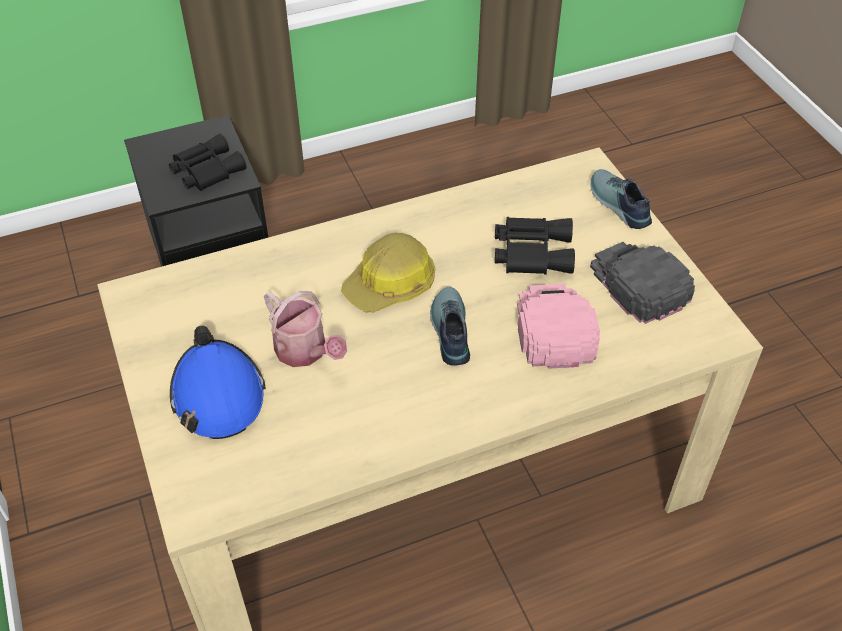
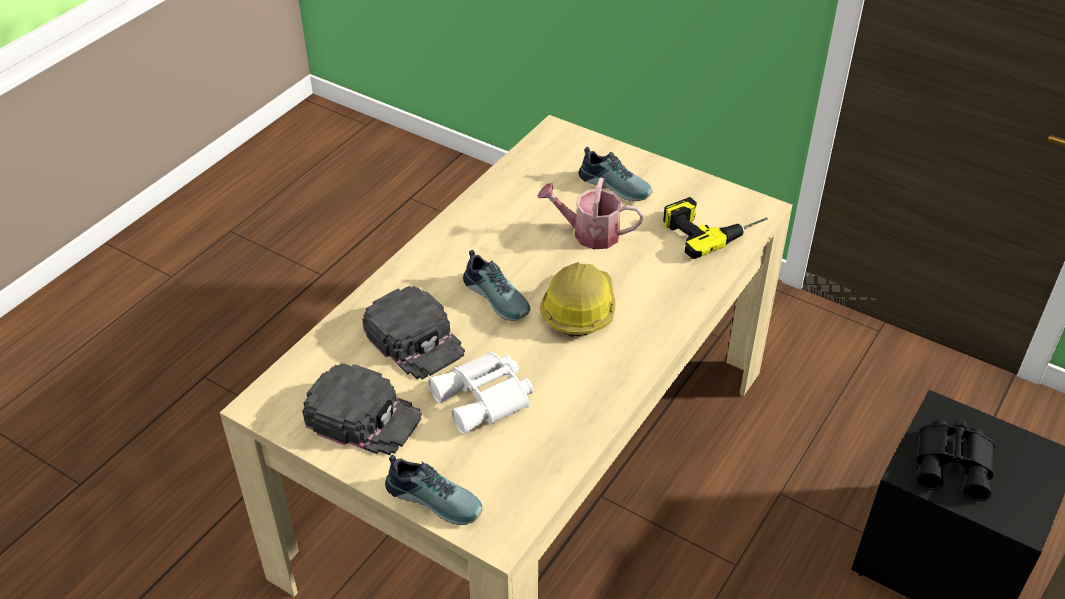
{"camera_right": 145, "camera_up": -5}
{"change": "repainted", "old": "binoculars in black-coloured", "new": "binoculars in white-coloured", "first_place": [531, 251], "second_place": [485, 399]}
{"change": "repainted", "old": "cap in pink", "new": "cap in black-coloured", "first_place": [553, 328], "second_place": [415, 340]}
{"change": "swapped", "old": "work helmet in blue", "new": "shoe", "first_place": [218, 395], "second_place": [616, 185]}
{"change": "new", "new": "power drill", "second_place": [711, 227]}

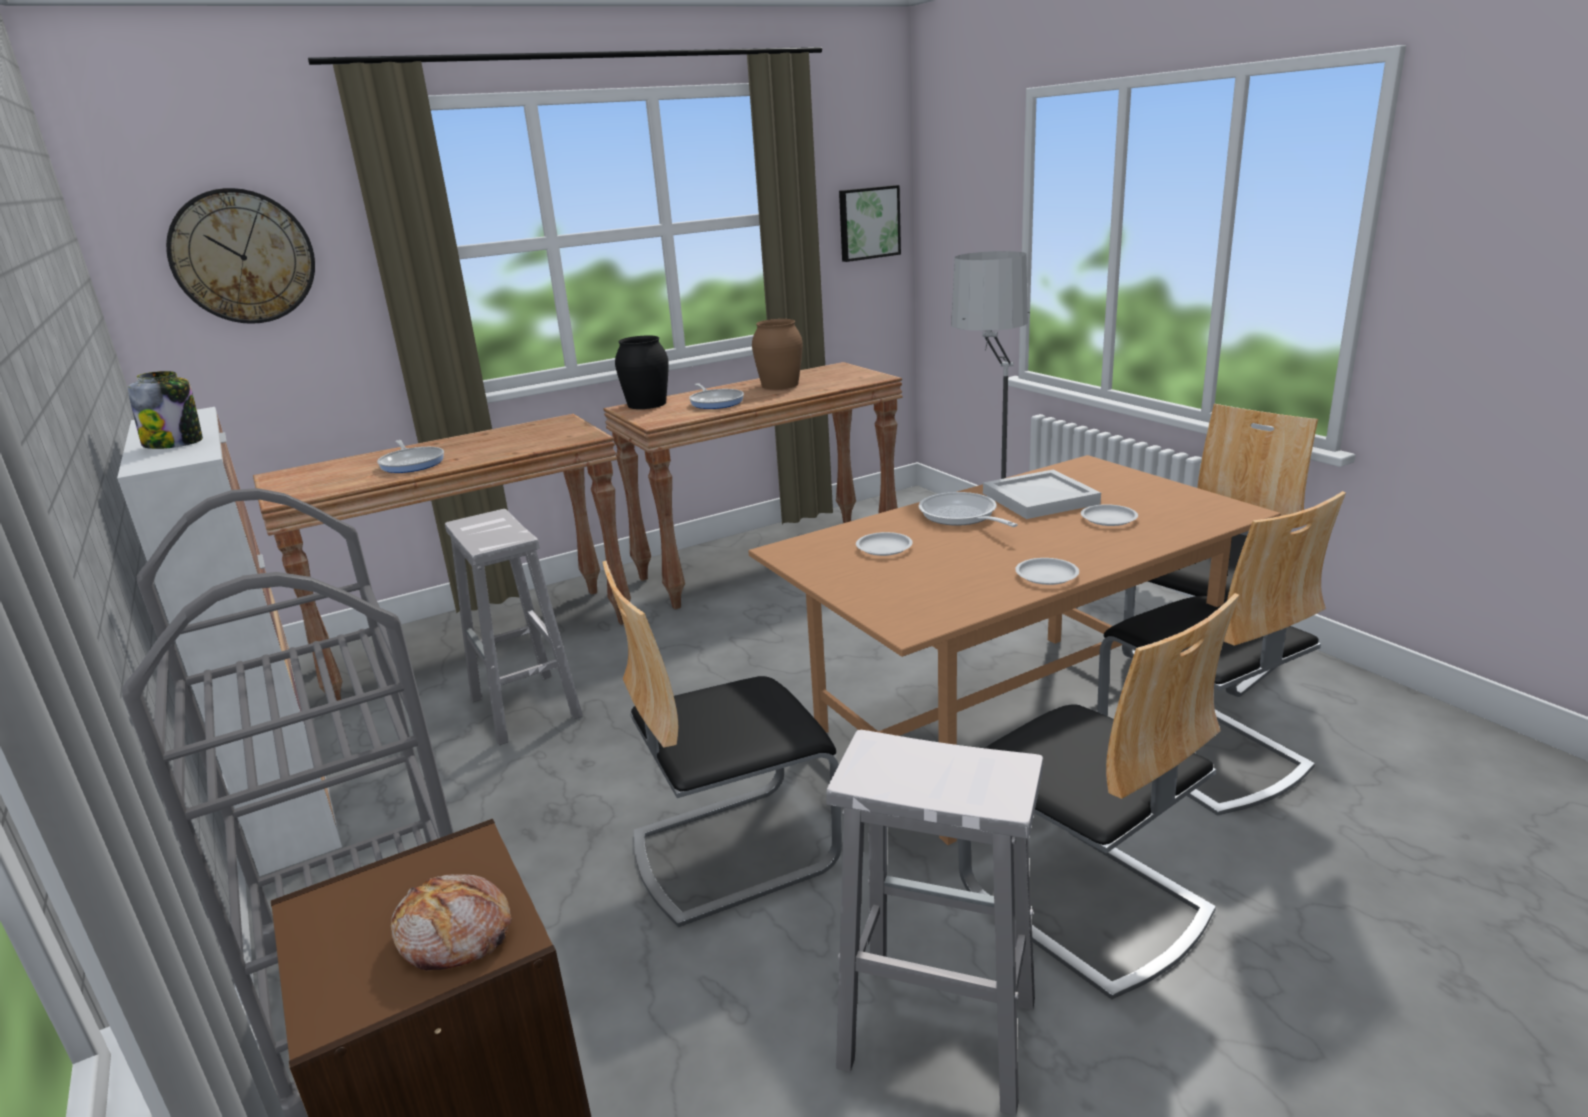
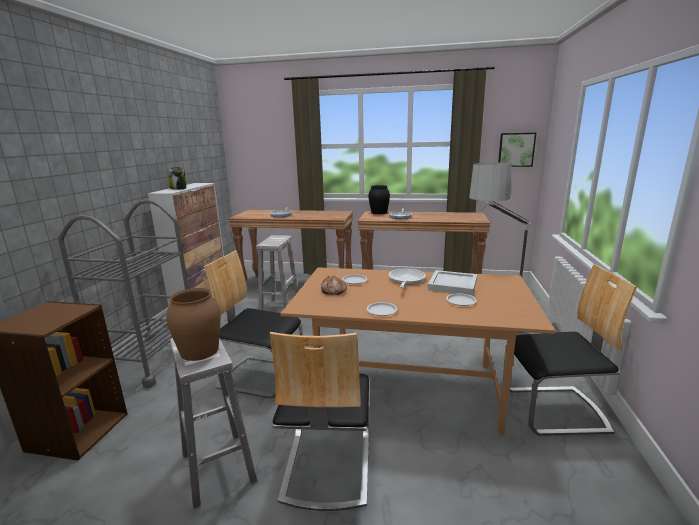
{"camera_right": 40, "camera_up": -5}
{"change": "gone", "old": "wall clock", "first_place": [242, 256]}
{"change": "shifted", "old": "decorative vase in brown", "first_place": [779, 385], "second_place": [199, 351]}
{"change": "gone", "old": "upright chair", "first_place": [1201, 753]}
{"change": "shifted", "old": "bread", "first_place": [454, 936], "second_place": [333, 291]}

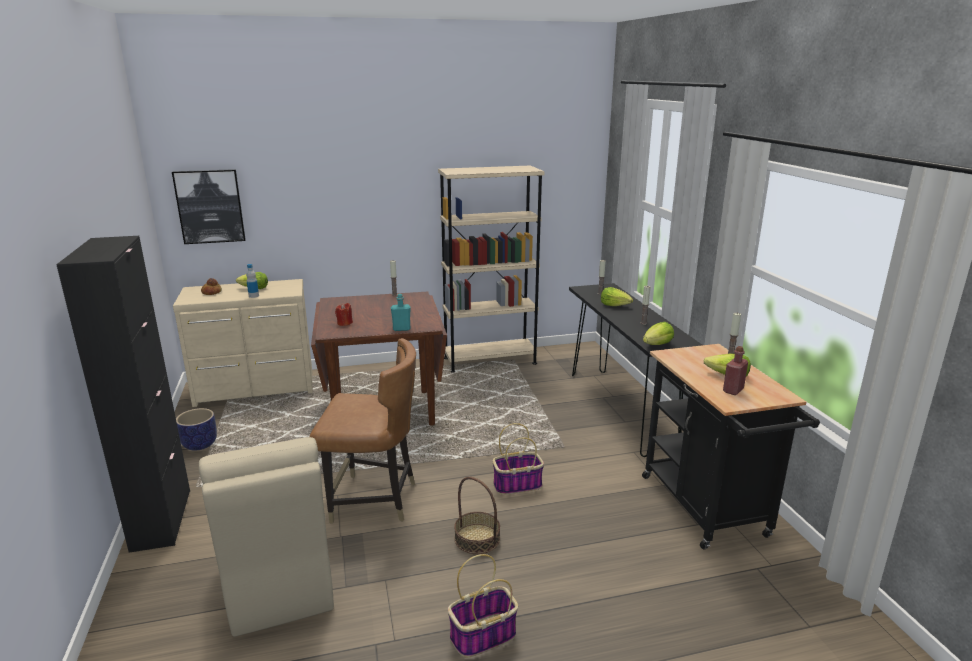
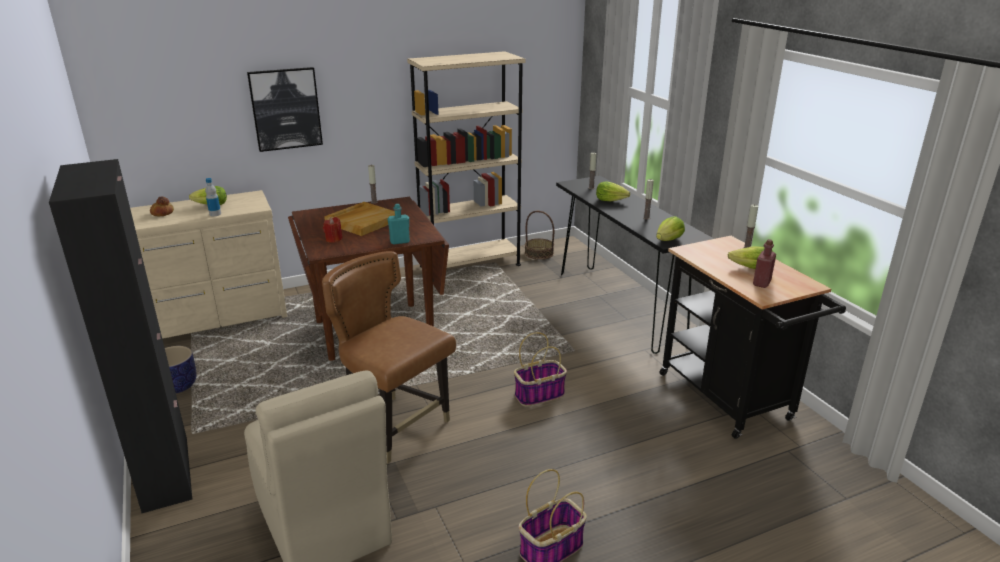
{"camera_right": -10, "camera_up": 5}
{"change": "shifted", "old": "wall picture", "first_place": [210, 206], "second_place": [285, 109]}
{"change": "rotated", "old": "upright chair in brown", "first_place": [373, 500], "second_place": [395, 426], "degrees": -135}
{"change": "shifted", "old": "basket", "first_place": [477, 538], "second_place": [539, 253]}
{"change": "new", "new": "carrying tray in beige-coloured", "second_place": [363, 221]}

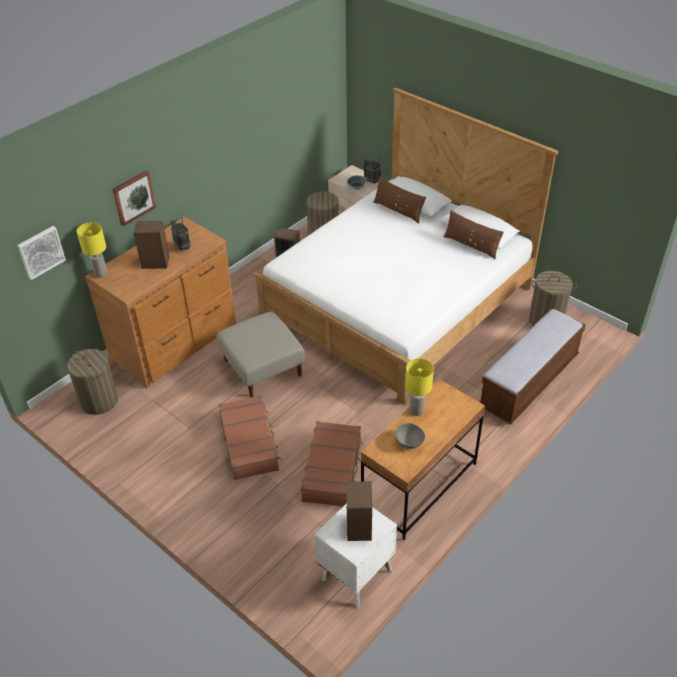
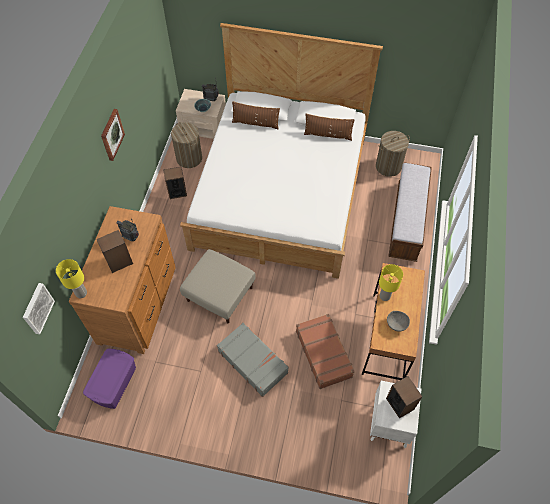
{"camera_right": -30, "camera_up": 15}
{"change": "shifted", "old": "wall picture", "first_place": [133, 197], "second_place": [111, 134]}
{"change": "swapped", "old": "hamper", "new": "storage box in purple-coloured", "first_place": [99, 401], "second_place": [113, 383]}
{"change": "repainted", "old": "suitcase in brown", "new": "suitcase in greyish", "first_place": [250, 443], "second_place": [253, 361]}

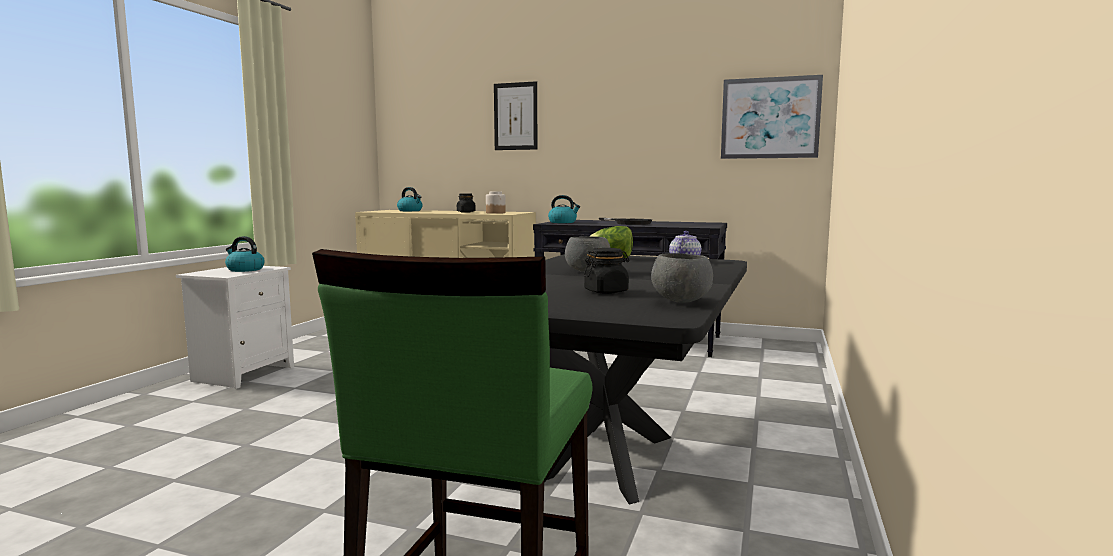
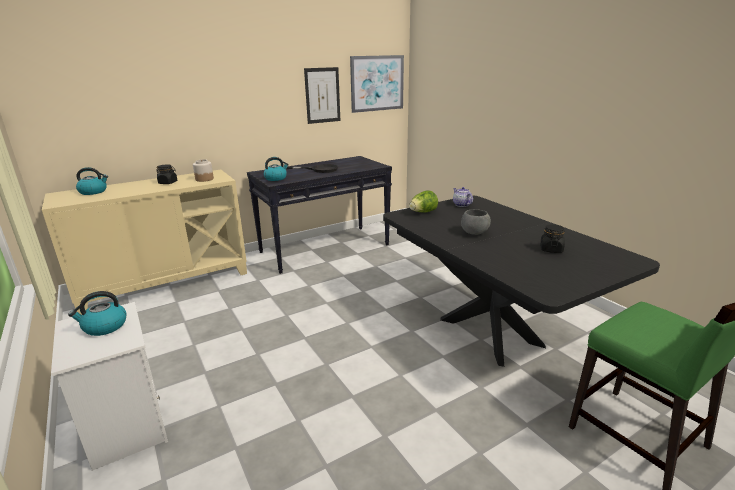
{"camera_right": -50, "camera_up": 15}
{"change": "shifted", "old": "wall picture", "first_place": [515, 116], "second_place": [322, 95]}
{"change": "gone", "old": "deep dish in greyish", "first_place": [680, 301]}

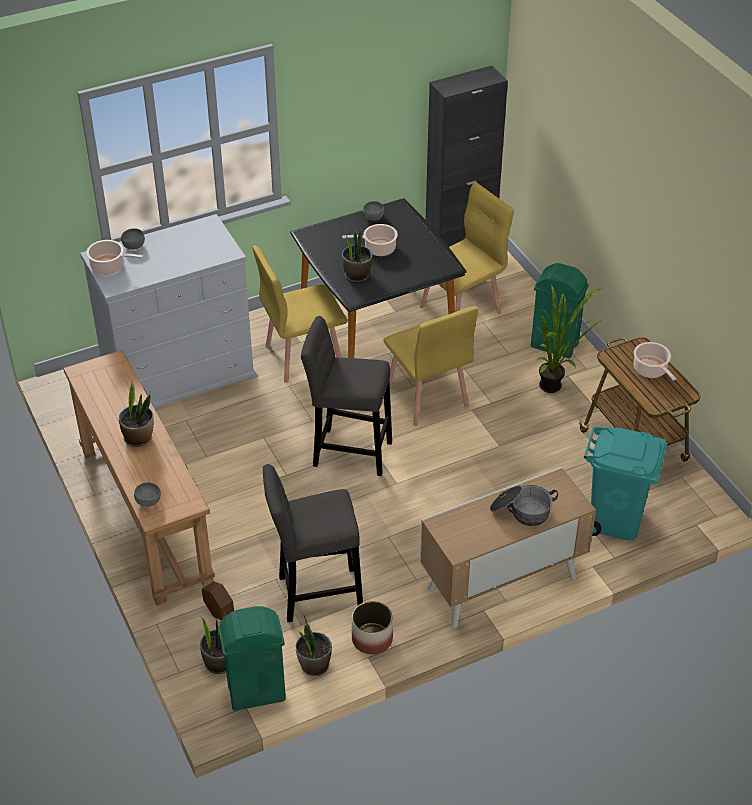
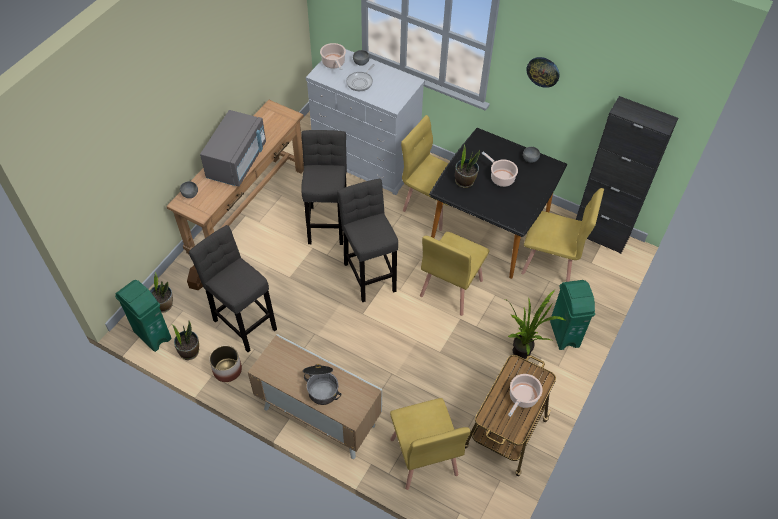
{"camera_right": 55, "camera_up": 10}
{"change": "swapped", "old": "potted plant", "new": "microwave in greyish", "first_place": [139, 438], "second_place": [237, 161]}
{"change": "swapped", "old": "trash can in blue-green", "new": "upright chair in yellowish", "first_place": [615, 521], "second_place": [423, 457]}
{"change": "new", "new": "wall clock", "second_place": [543, 71]}
{"change": "new", "new": "frying pan", "second_place": [360, 82]}
{"change": "new", "new": "stool in greyish", "second_place": [327, 222]}

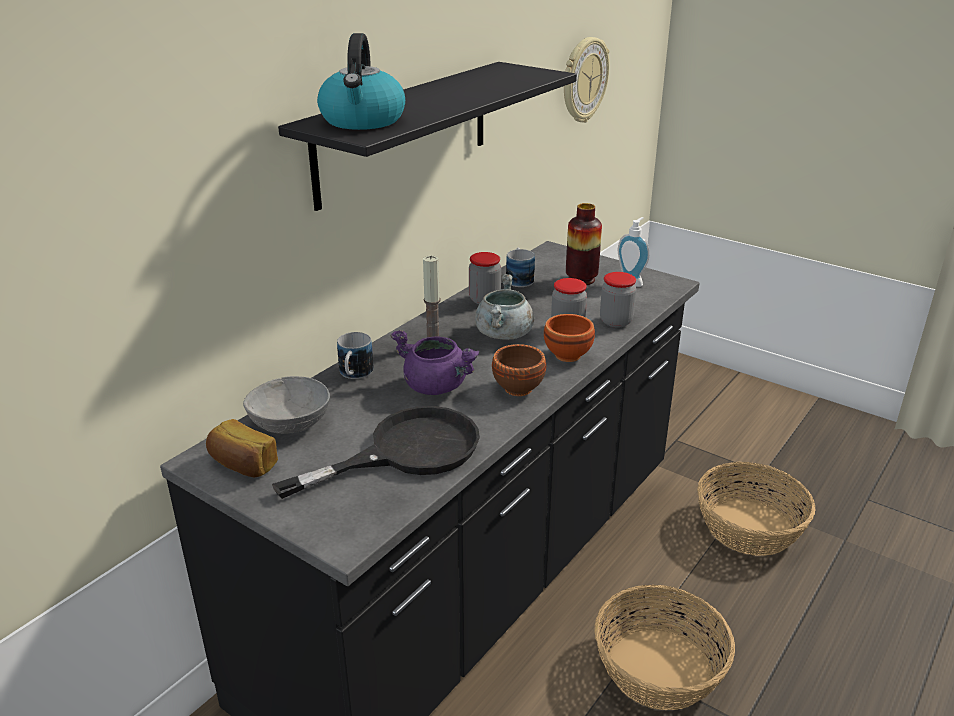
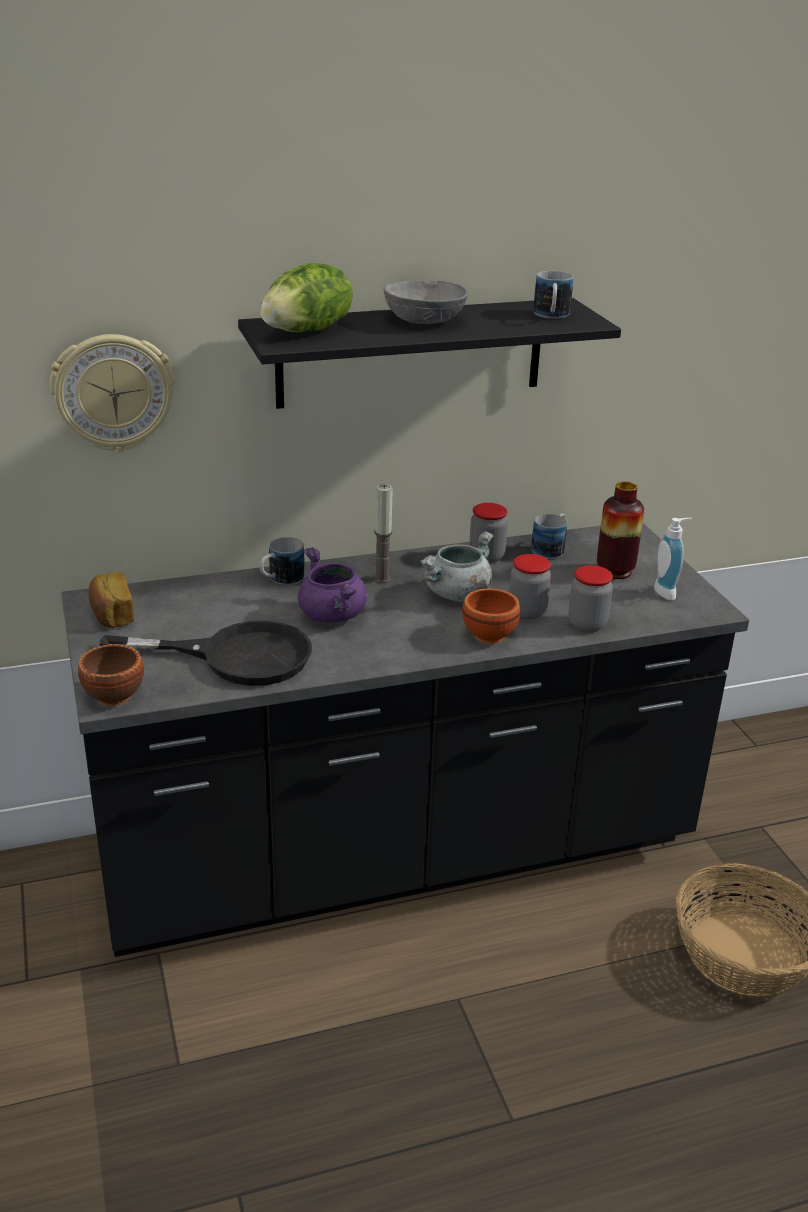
{"camera_right": 35, "camera_up": 0}
{"change": "swapped", "old": "kettle", "new": "lettuce head", "first_place": [363, 121], "second_place": [308, 331]}
{"change": "shifted", "old": "wall clock", "first_place": [583, 80], "second_place": [113, 392]}
{"change": "shifted", "old": "deep dish in brown", "first_place": [520, 388], "second_place": [116, 697]}
{"change": "shifted", "old": "deep dish in greyish", "first_place": [290, 423], "second_place": [424, 320]}
{"change": "gone", "old": "basket", "first_place": [658, 667]}
{"change": "new", "new": "tea mug", "second_place": [551, 316]}

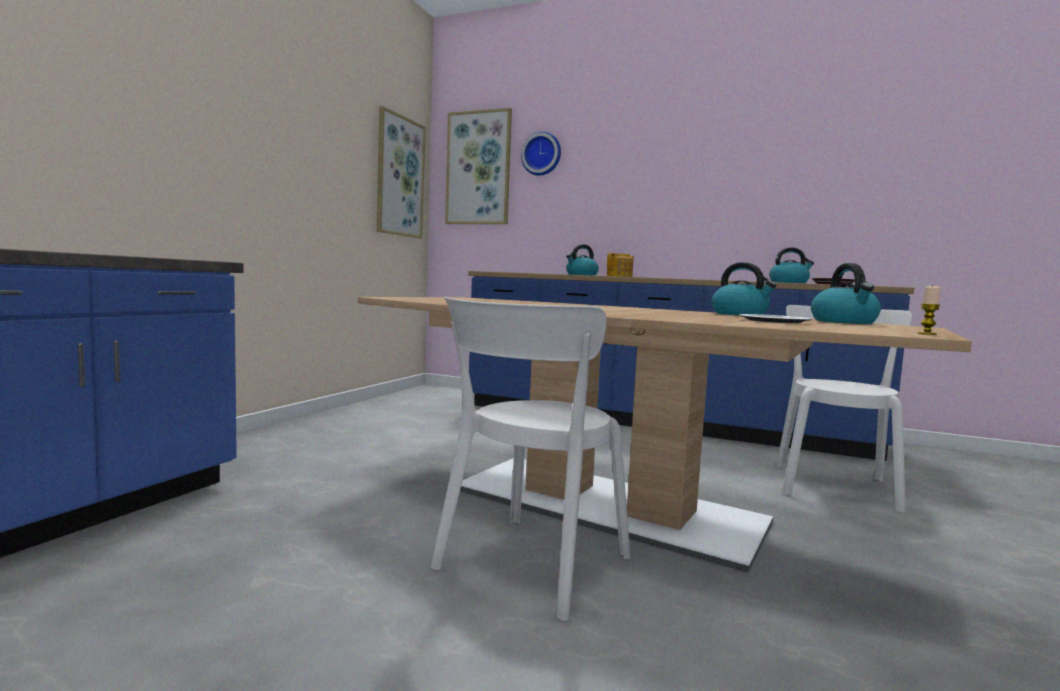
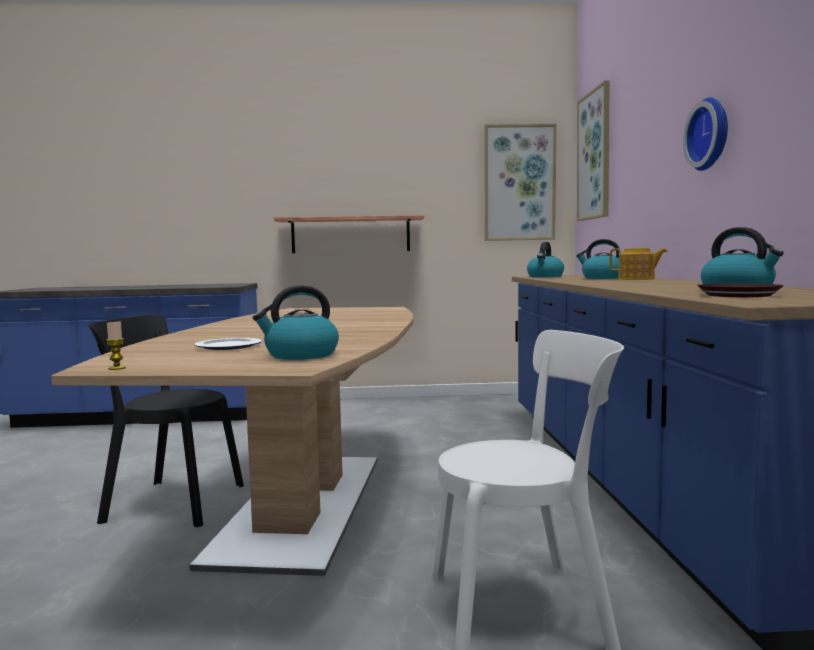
{"camera_right": 65, "camera_up": 0}
{"change": "shifted", "old": "wall clock", "first_place": [542, 154], "second_place": [711, 134]}
{"change": "shifted", "old": "kettle", "first_place": [740, 314], "second_place": [545, 276]}
{"change": "repainted", "old": "upright chair in white-coloured", "new": "upright chair in black-coloured", "first_place": [528, 565], "second_place": [169, 502]}
{"change": "new", "new": "bracket shelf", "second_place": [350, 235]}

